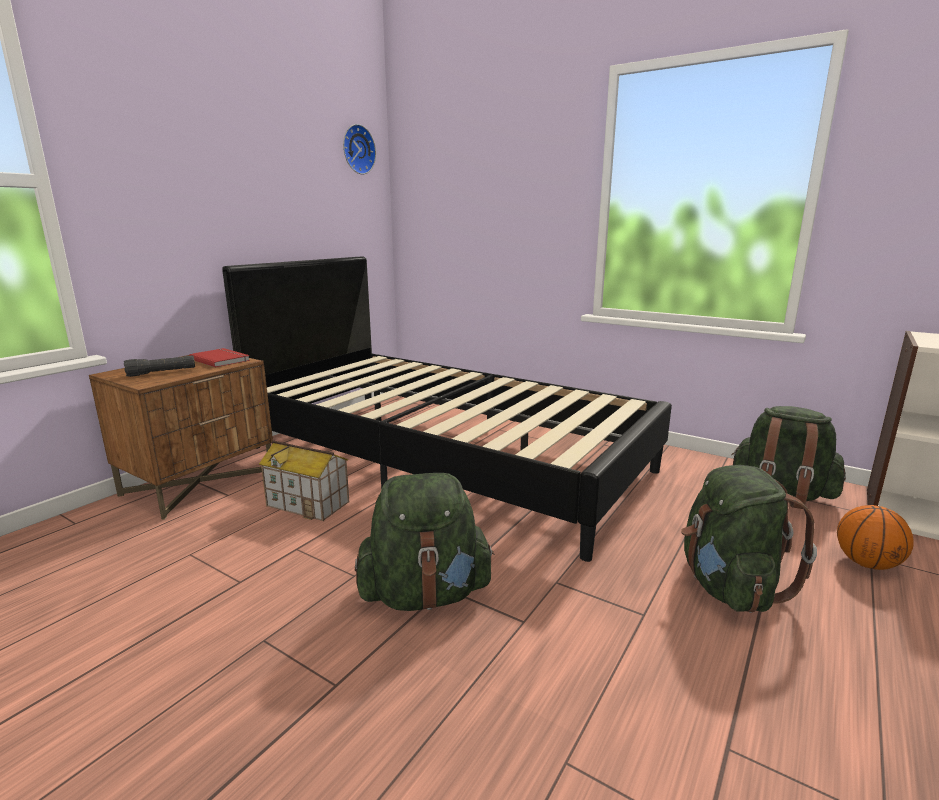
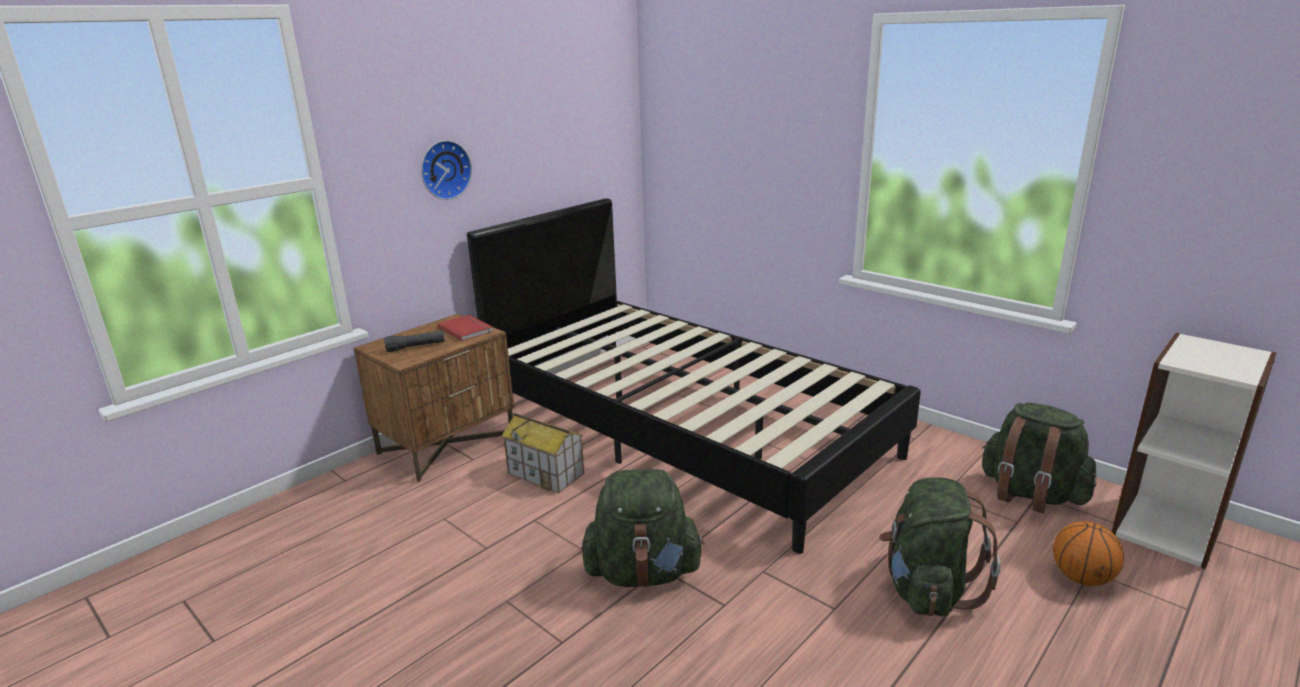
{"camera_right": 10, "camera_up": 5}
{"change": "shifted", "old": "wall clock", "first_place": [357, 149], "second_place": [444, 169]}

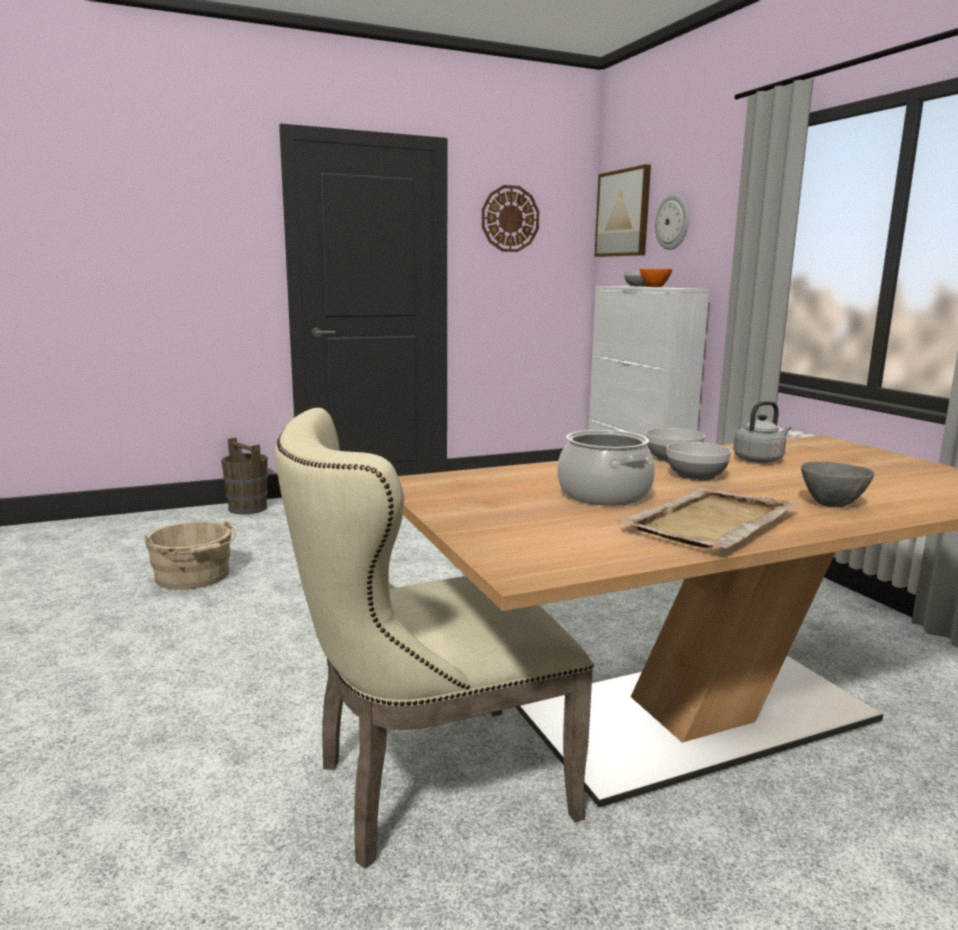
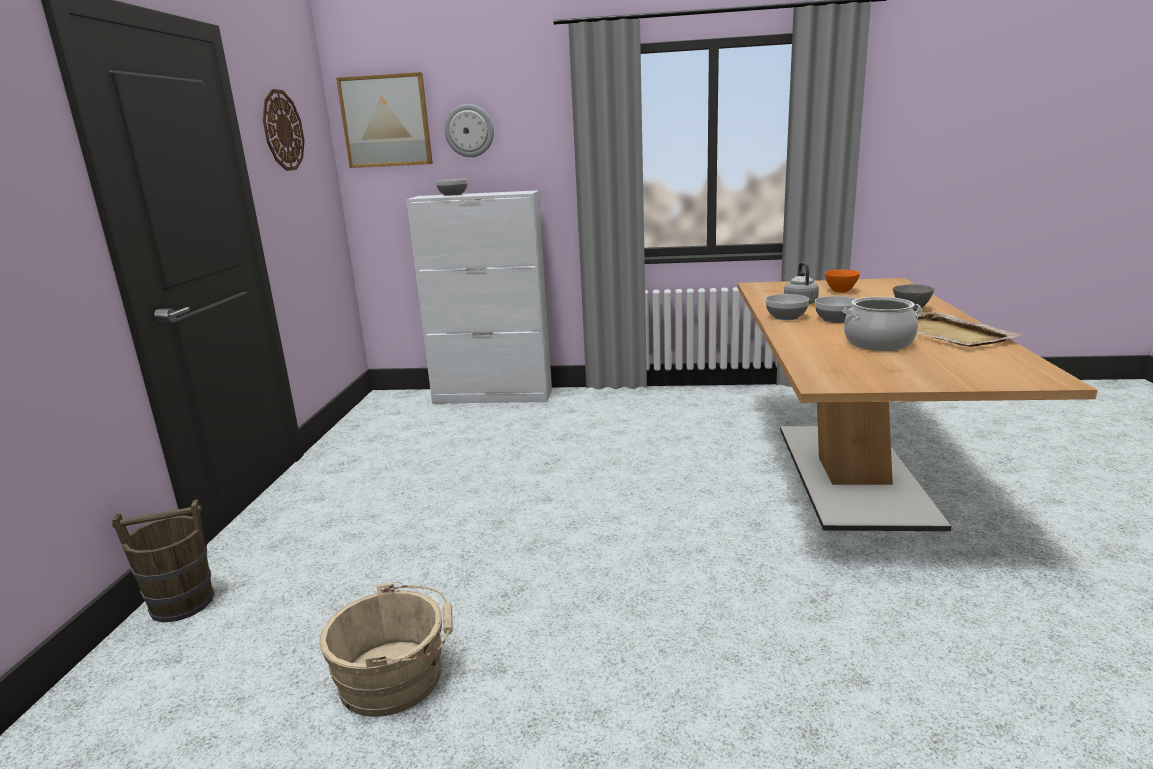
{"camera_right": -60, "camera_up": 5}
{"change": "shifted", "old": "deep dish in orange", "first_place": [654, 287], "second_place": [841, 291]}
{"change": "gone", "old": "upright chair in beige-coloured", "first_place": [426, 788]}

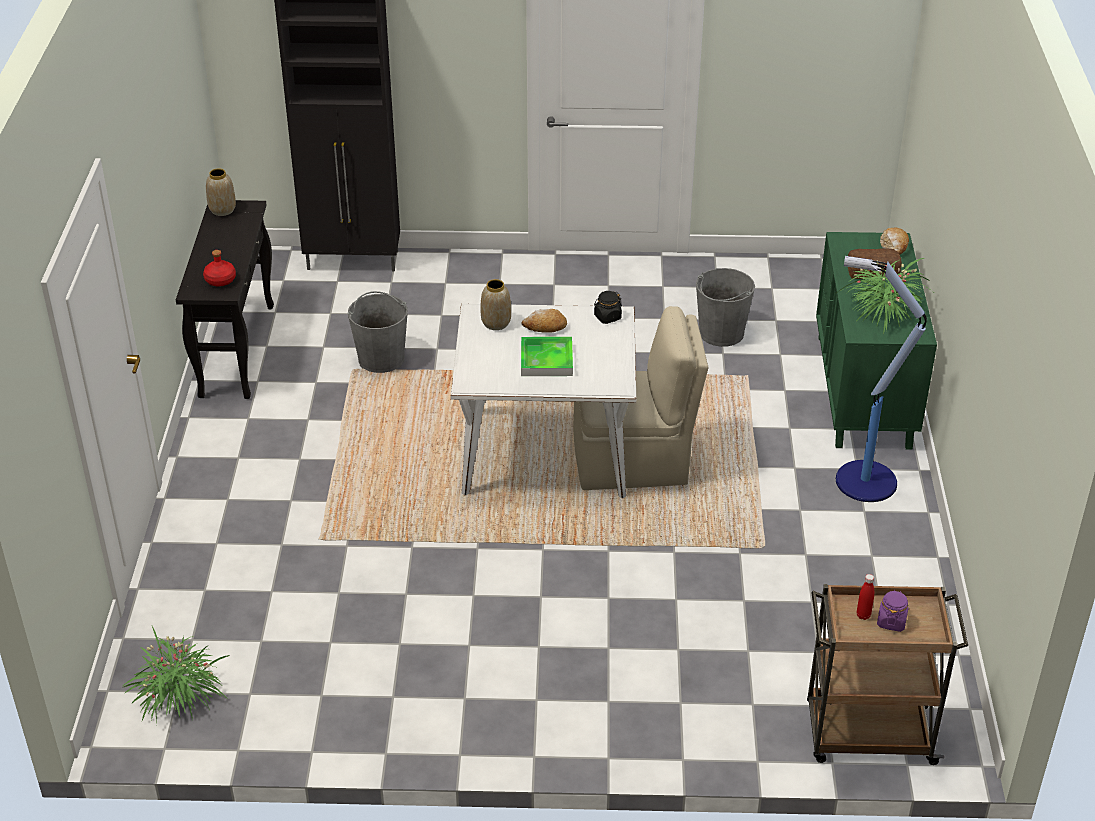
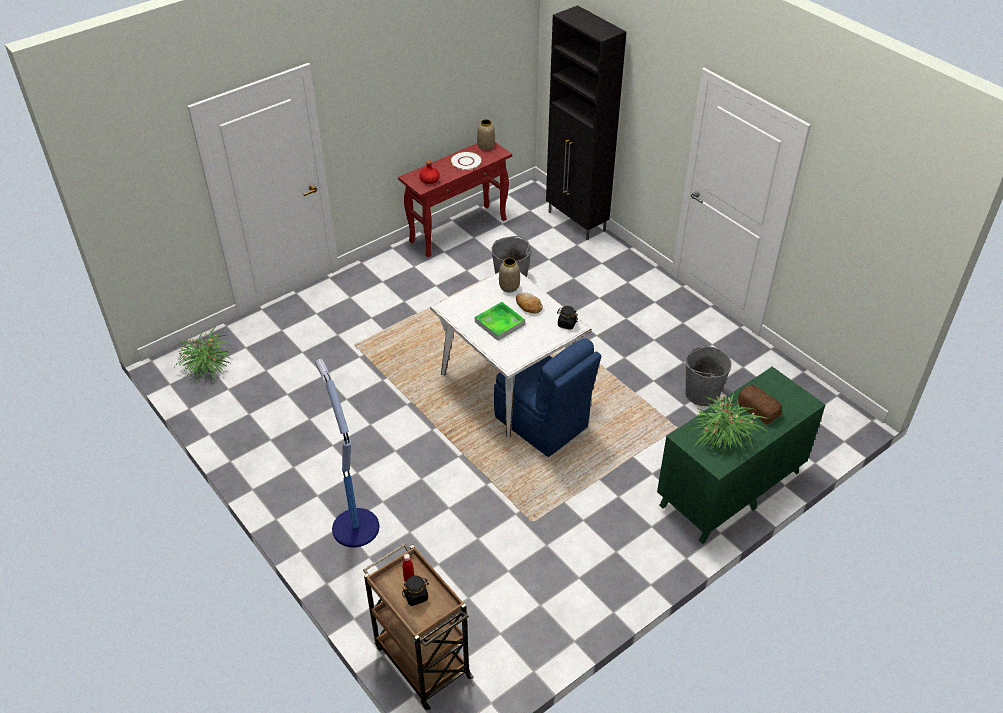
{"camera_right": 50, "camera_up": 5}
{"change": "repainted", "old": "hall table in black-coloured", "new": "hall table in red-coloured", "first_place": [237, 350], "second_place": [458, 230]}
{"change": "gone", "old": "bread", "first_place": [894, 247]}
{"change": "shifted", "old": "standard lamp", "first_place": [863, 481], "second_place": [354, 526]}
{"change": "repainted", "old": "upright chair in beige-coloured", "new": "upright chair in blue", "first_place": [634, 461], "second_place": [542, 423]}
{"change": "repainted", "old": "preserve jar in purple-coloured", "new": "preserve jar in black-coloured", "first_place": [891, 621], "second_place": [416, 596]}
{"change": "new", "new": "dinner plate in white-coloured", "second_place": [466, 161]}

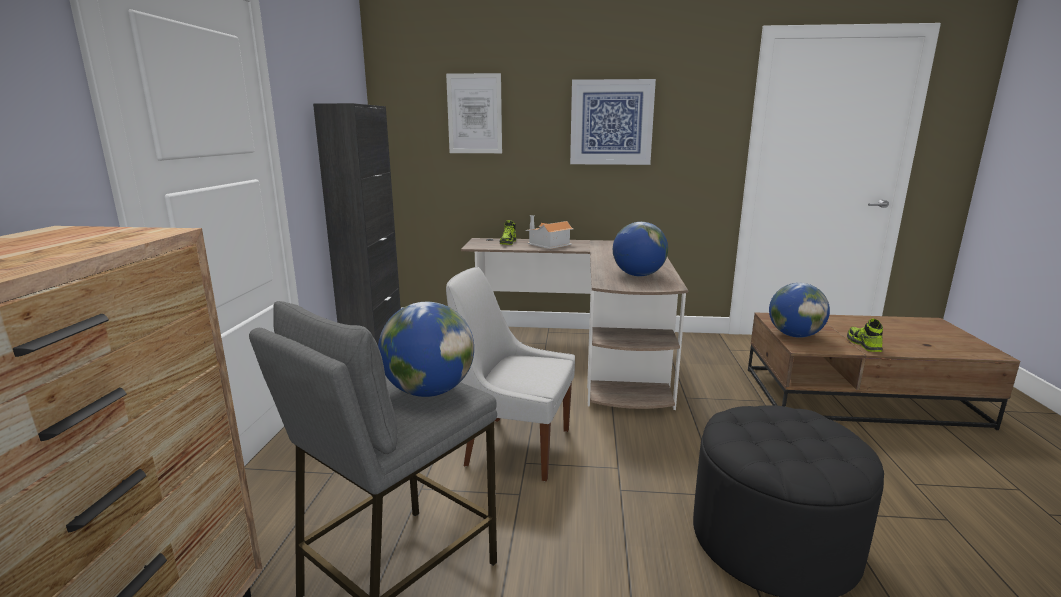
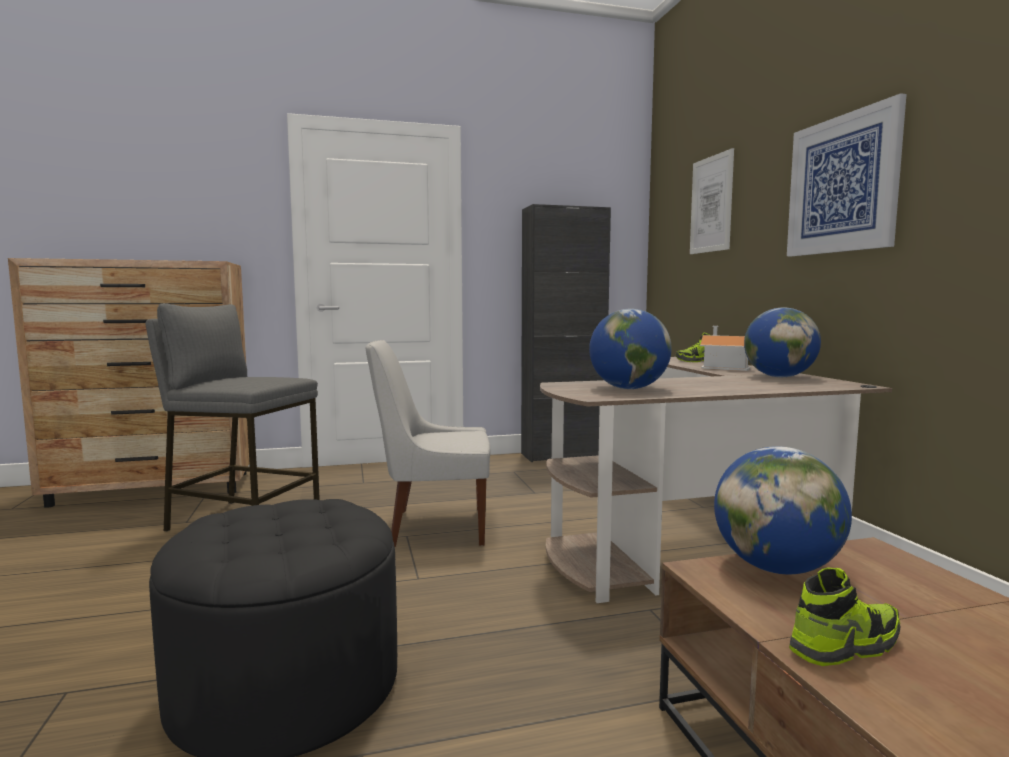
{"camera_right": 70, "camera_up": -10}
{"change": "rotated", "old": "upright chair in white-coloured", "first_place": [513, 446], "second_place": [433, 527], "degrees": -90}
{"change": "shifted", "old": "globe", "first_place": [429, 391], "second_place": [779, 377]}

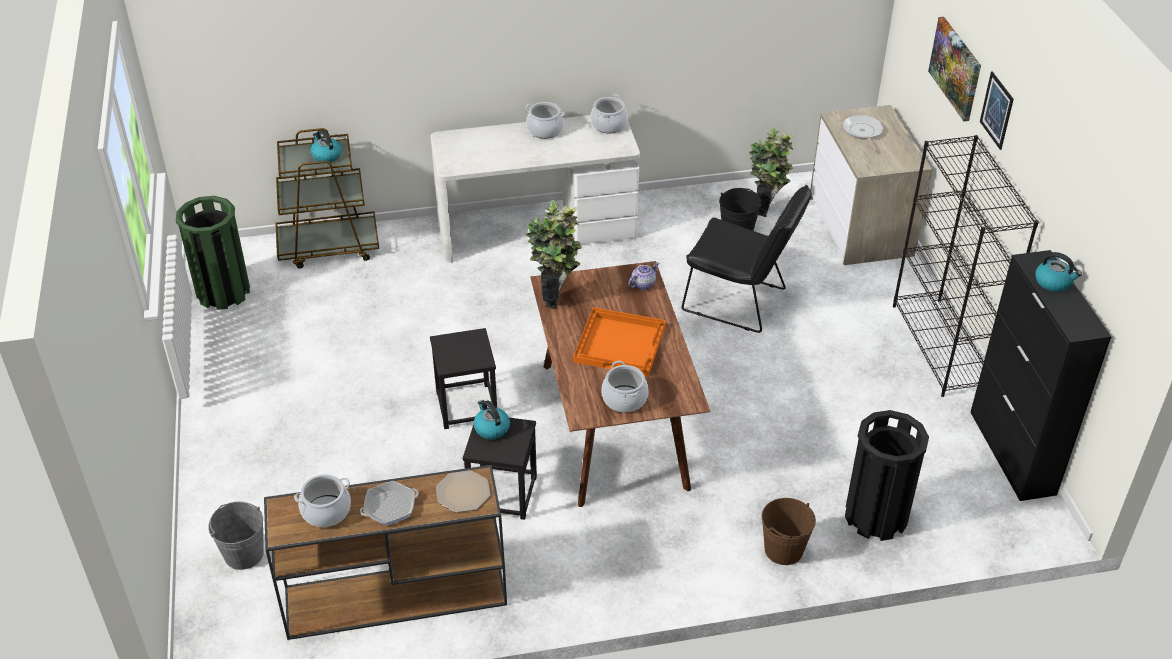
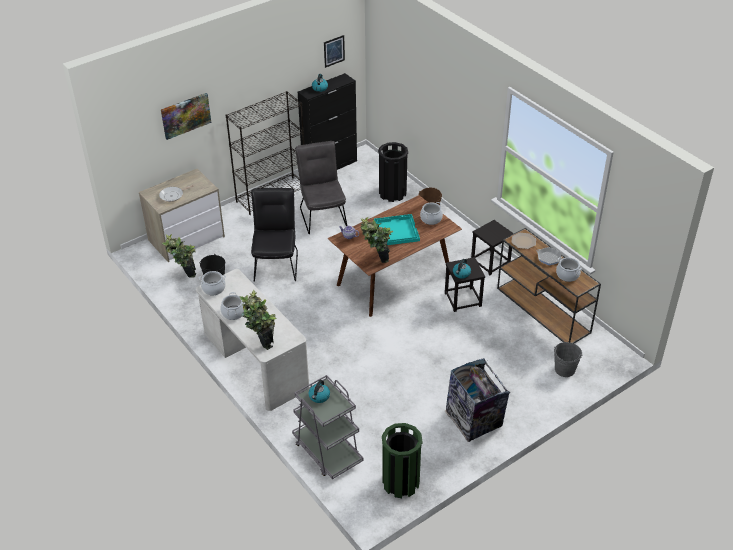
{"camera_right": -115, "camera_up": 0}
{"change": "shifted", "old": "wall picture", "first_place": [996, 110], "second_place": [334, 51]}
{"change": "repainted", "old": "trolley in brown", "new": "trolley in greyish", "first_place": [329, 247], "second_place": [327, 451]}
{"change": "repainted", "old": "carrying tray in orange", "new": "carrying tray in blue-green", "first_place": [620, 343], "second_place": [396, 231]}
{"change": "shifted", "old": "stool in black-coloured", "first_place": [466, 406], "second_place": [490, 262]}
{"change": "new", "new": "upright chair in greyish", "second_place": [322, 215]}
{"change": "new", "new": "potted plant", "second_place": [261, 342]}
{"change": "new", "new": "trash can", "second_place": [474, 421]}

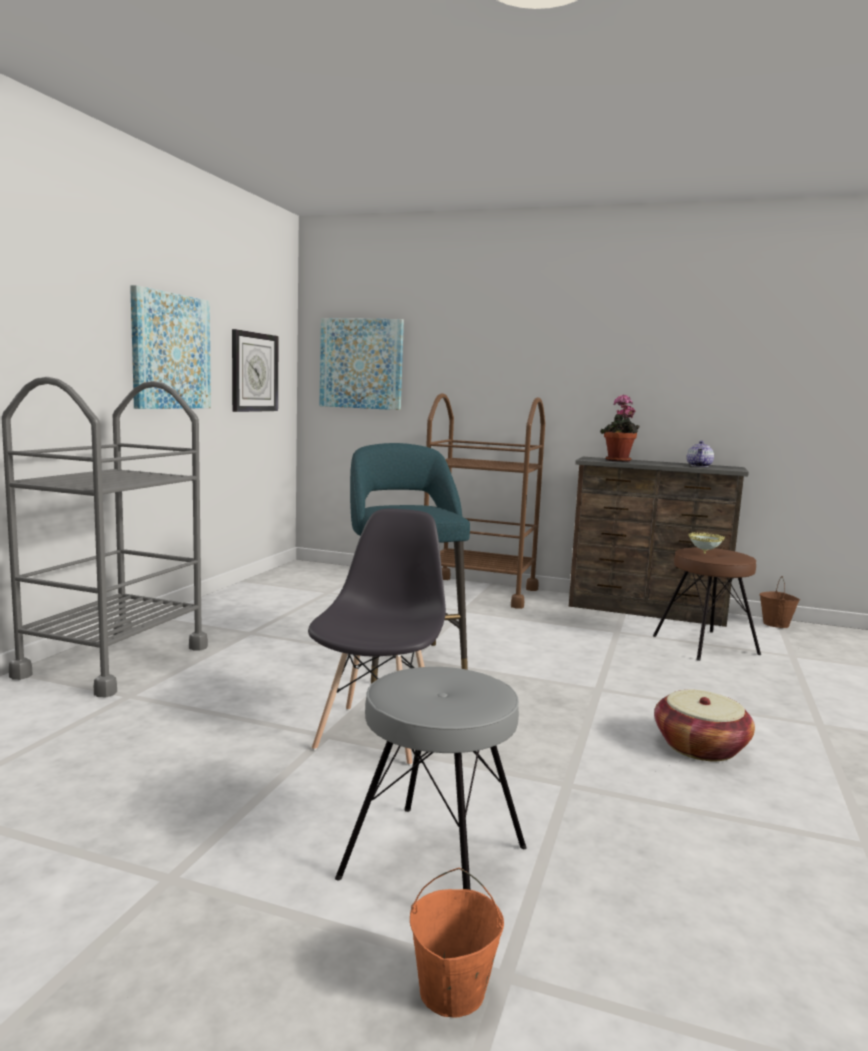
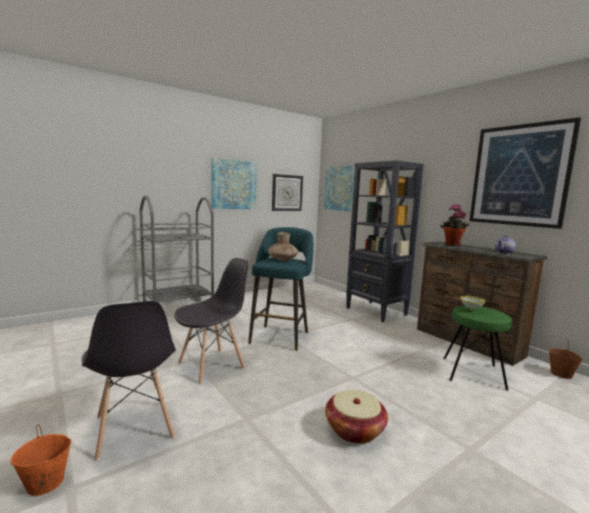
{"camera_right": 35, "camera_up": 0}
{"change": "swapped", "old": "trolley in brown", "new": "bookshelf in black-coloured", "first_place": [478, 592], "second_place": [376, 311]}
{"change": "repainted", "old": "stool in brown", "new": "stool in green-coloured", "first_place": [705, 645], "second_place": [473, 372]}
{"change": "swapped", "old": "stool in greyish", "new": "upright chair in greyish", "first_place": [435, 863], "second_place": [134, 428]}
{"change": "new", "new": "wall picture", "second_place": [519, 175]}
{"change": "new", "new": "decorative vase in brown", "second_place": [282, 259]}

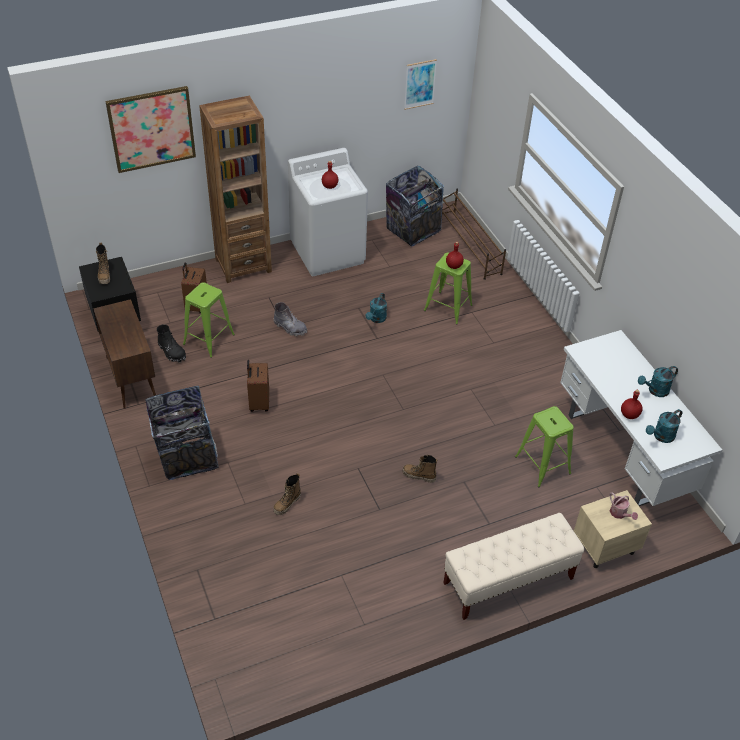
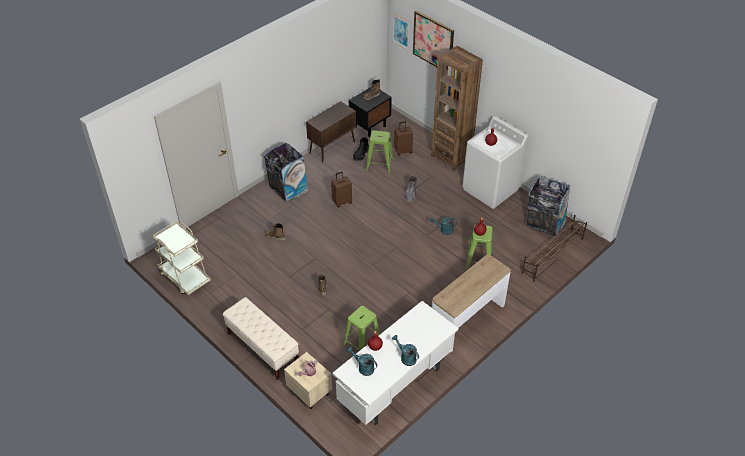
{"camera_right": 70, "camera_up": 0}
{"change": "shifted", "old": "wall picture", "first_place": [420, 84], "second_place": [401, 31]}
{"change": "new", "new": "trolley in beige-coloured", "second_place": [185, 277]}
{"change": "new", "new": "hall table", "second_place": [467, 320]}

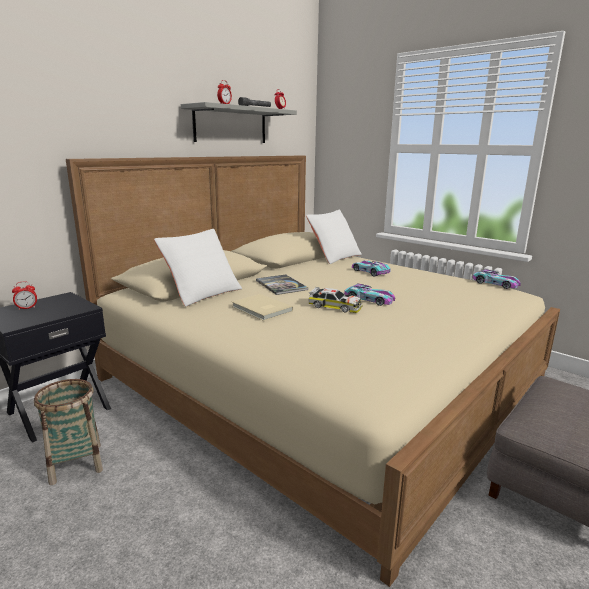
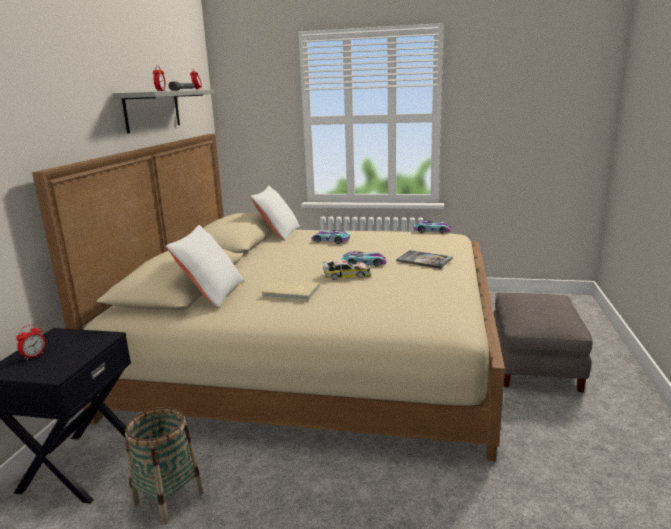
{"camera_right": -30, "camera_up": 0}
{"change": "shifted", "old": "bound book", "first_place": [281, 285], "second_place": [424, 260]}

